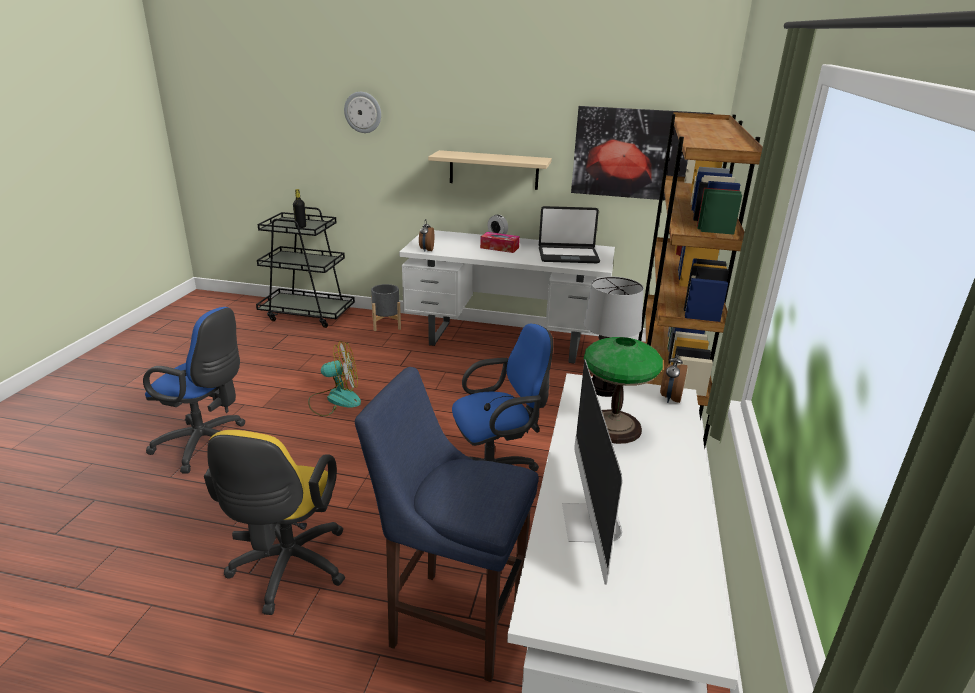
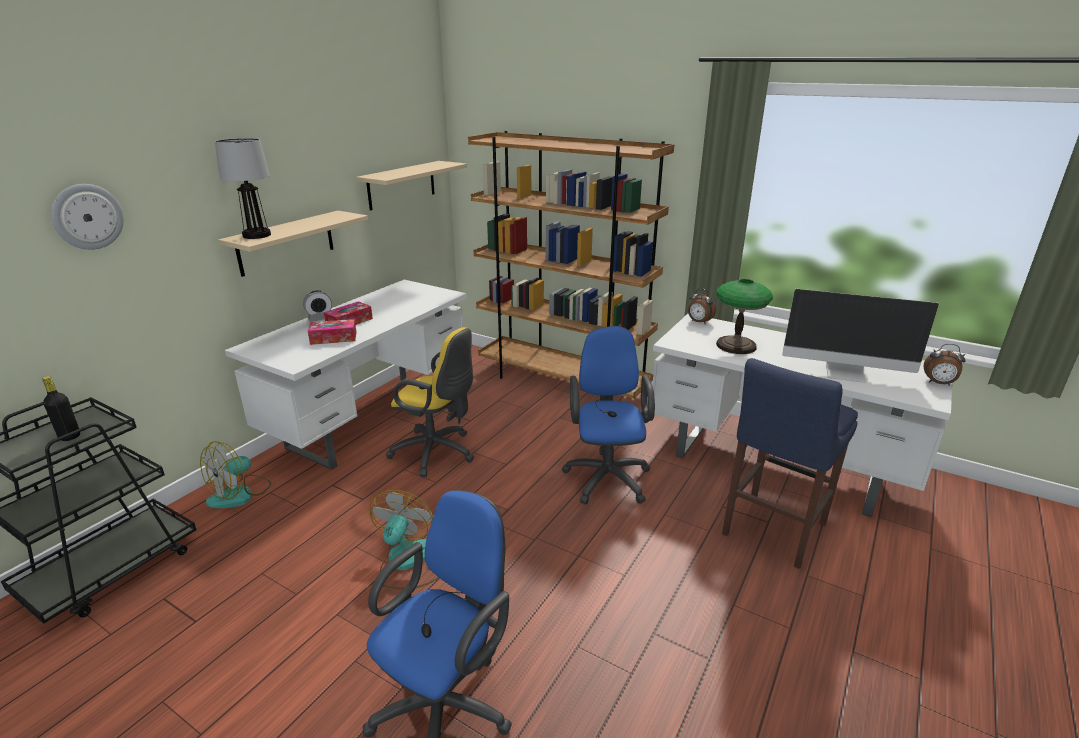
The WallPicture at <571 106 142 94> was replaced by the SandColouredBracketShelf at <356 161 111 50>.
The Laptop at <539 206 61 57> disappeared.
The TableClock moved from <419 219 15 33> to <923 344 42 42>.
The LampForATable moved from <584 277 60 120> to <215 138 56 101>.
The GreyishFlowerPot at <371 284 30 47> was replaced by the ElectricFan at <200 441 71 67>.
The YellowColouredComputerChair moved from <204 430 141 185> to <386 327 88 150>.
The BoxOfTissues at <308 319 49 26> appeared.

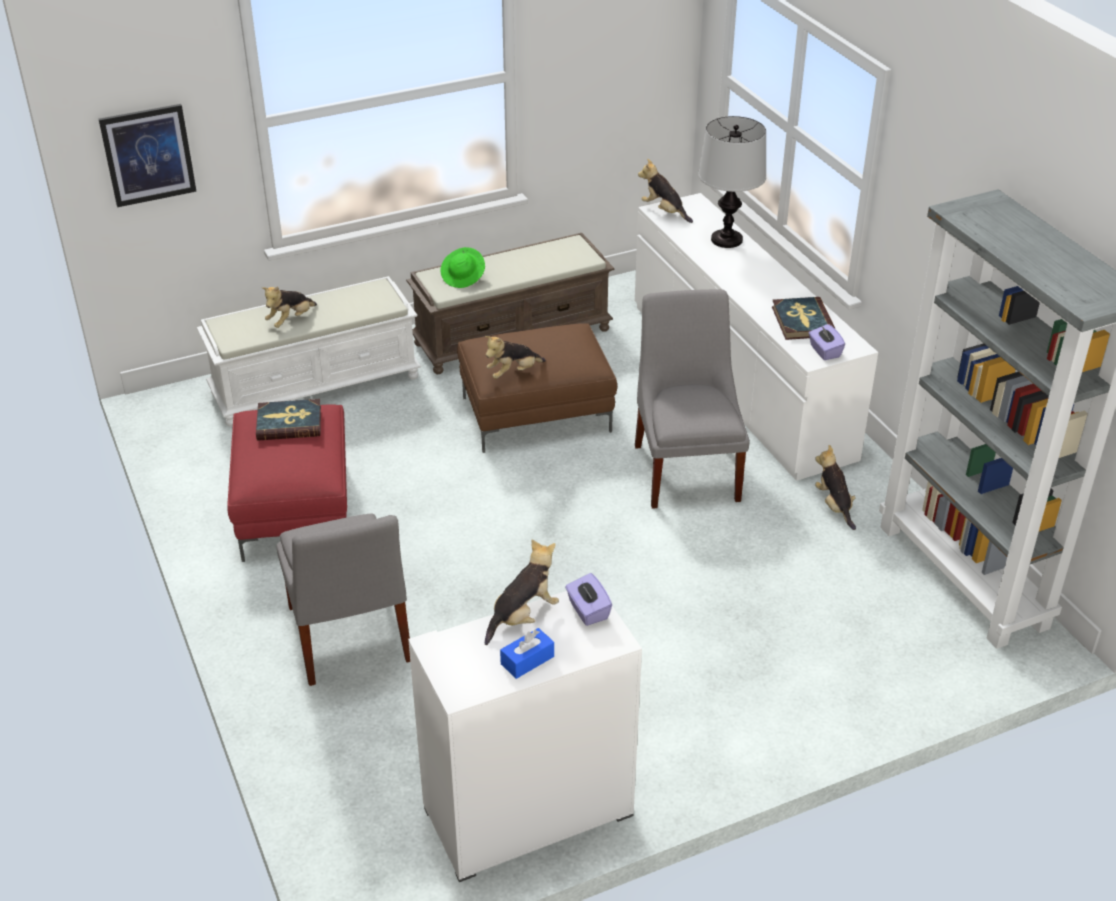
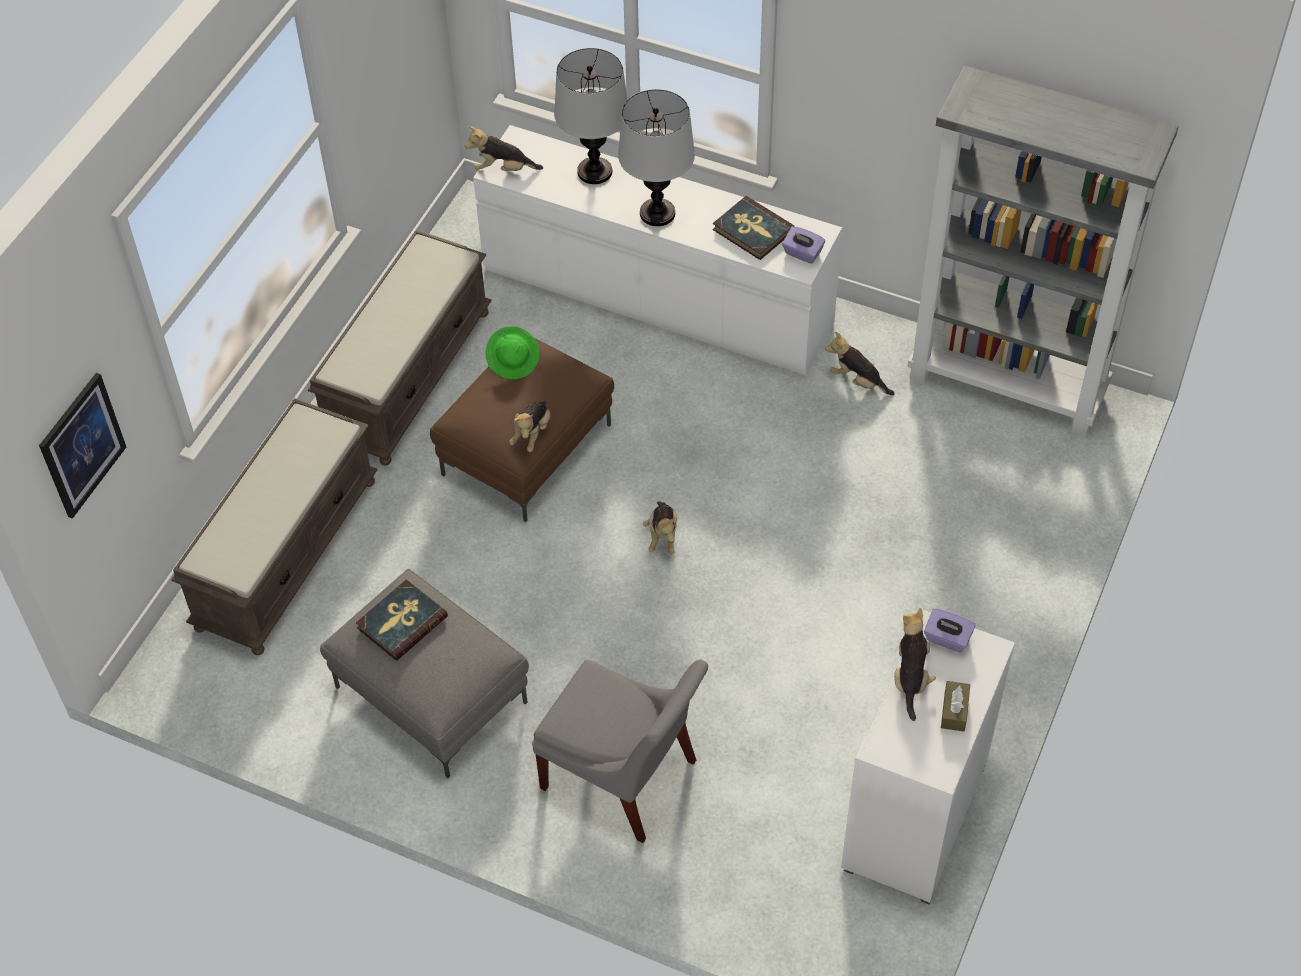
The GreenColouredClothingHat moved from <440 247 45 41> to <486 326 54 53>.
The WhiteBench at <197 276 224 151> became the BrownColouredBench at <171 398 207 257>.
The CuddlyToy moved from <262 287 55 41> to <643 501 34 53>.
The GreyishUprightChair at <635 289 115 220> disappeared.
The RedOttoman at <227 404 120 158> became the GreyishOttoman at <320 569 209 209>.
The BluishBoxOfTissues at <500 628 54 51> became the BrownColouredBoxOfTissues at <941 681 29 51>.
The LampForATable at <618 89 77 137> appeared.

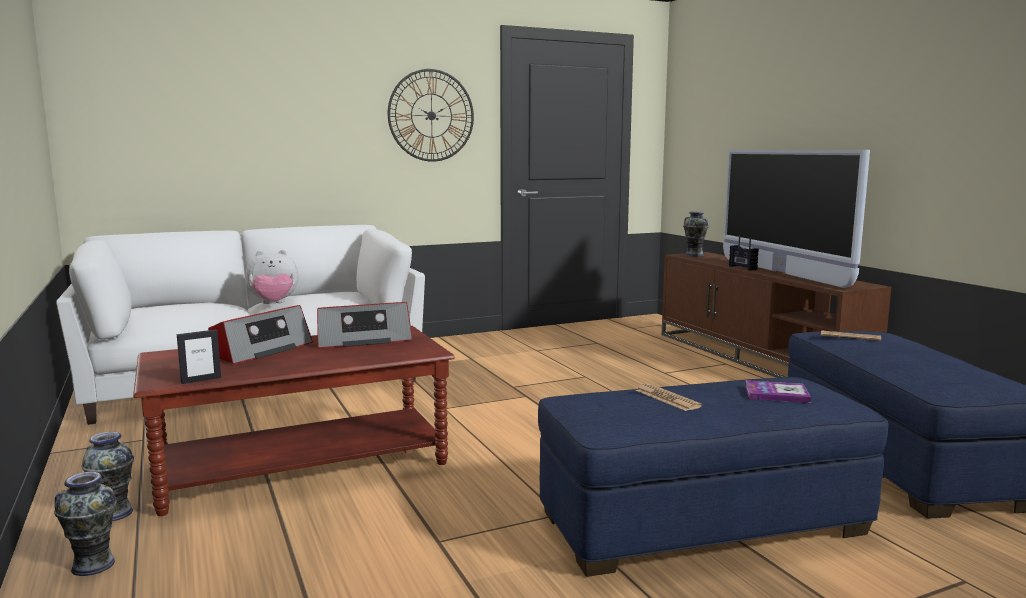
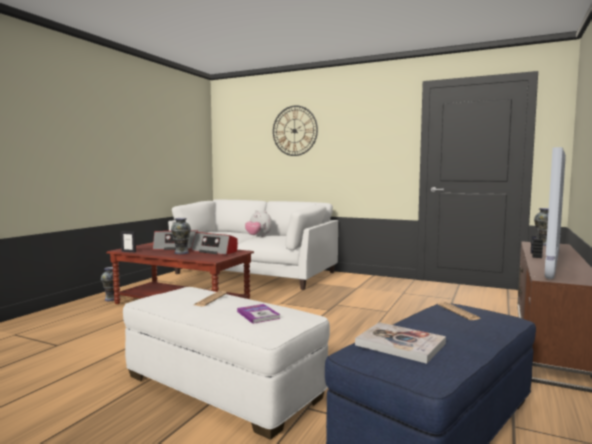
The ClockOnTheWall moved from <388 69 86 93> to <273 105 45 51>.
The BluishOttoman at <538 377 351 200> became the WhiteOttoman at <123 287 207 153>.
The Vase moved from <54 472 63 104> to <171 218 20 36>.
The BoundBook at <355 322 91 42> appeared.

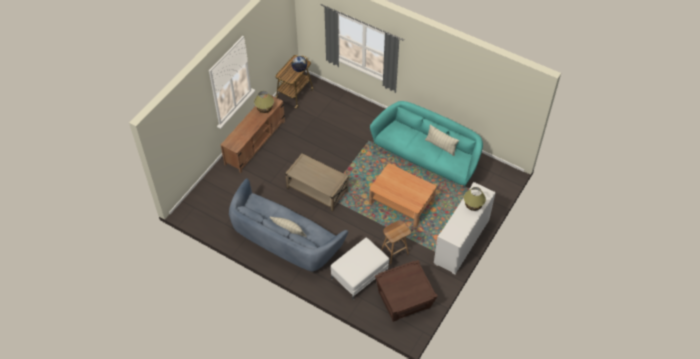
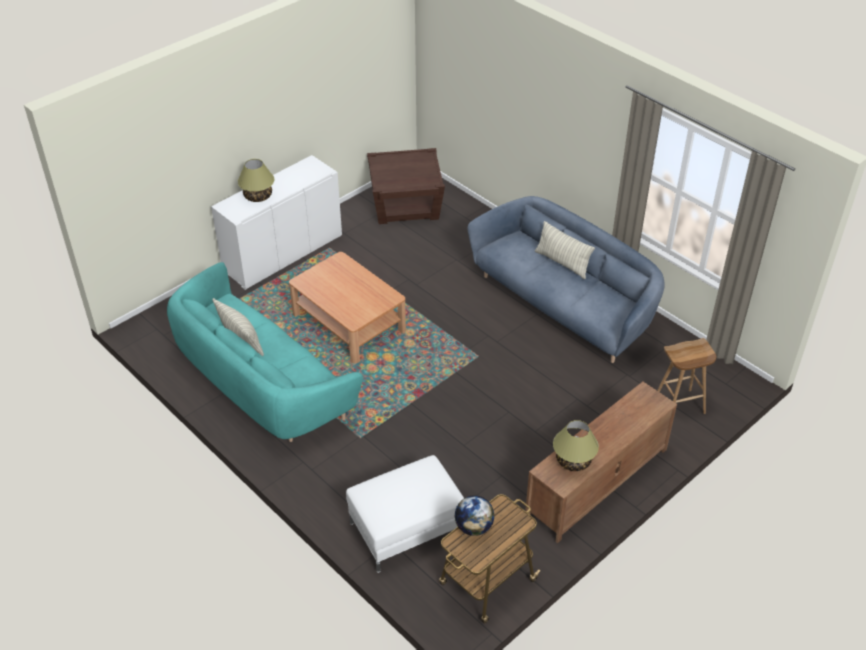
The SandColouredCoffeeTable at <285 153 64 58> disappeared.
The BrownColouredStool moved from <381 221 30 43> to <657 338 59 76>.
The WhiteOttoman moved from <331 238 58 62> to <346 455 119 118>.

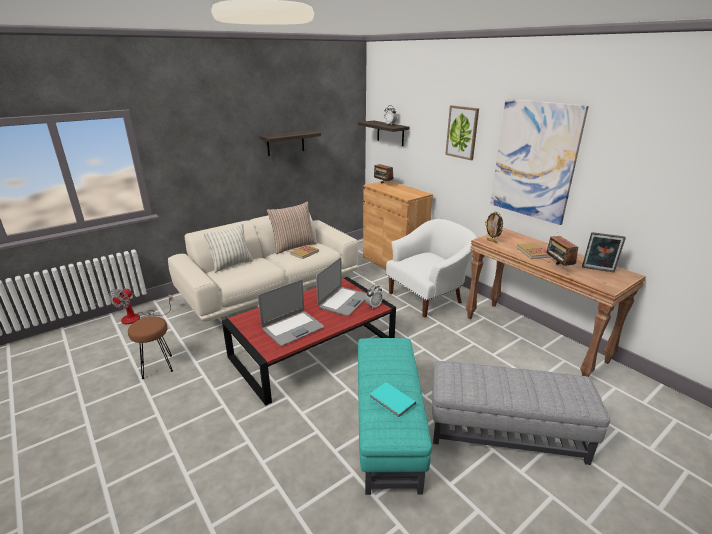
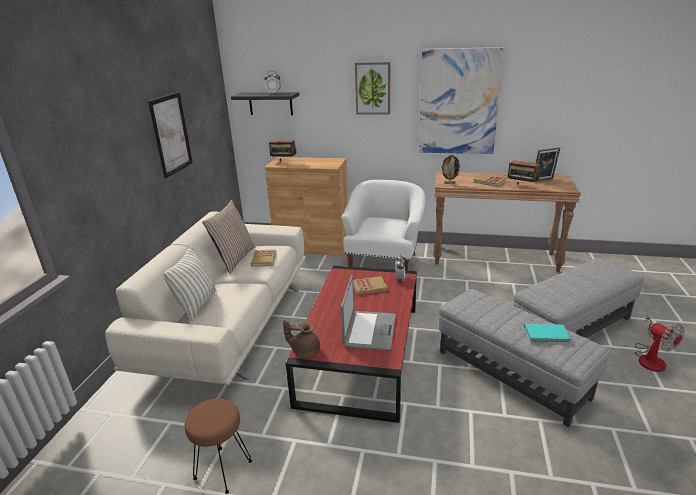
The BracketShelf at <259 130 62 26> was replaced by the WallPicture at <148 92 45 86>.
The Laptop at <316 258 51 58> was replaced by the BoundBook at <353 276 35 19>.
The ElectricFan moved from <109 288 64 36> to <635 313 50 59>.
The BlueGreenOttoman at <358 338 74 157> became the GreyishOttoman at <439 289 171 138>.
The BrownColouredPotForTea at <283 320 37 38> appeared.

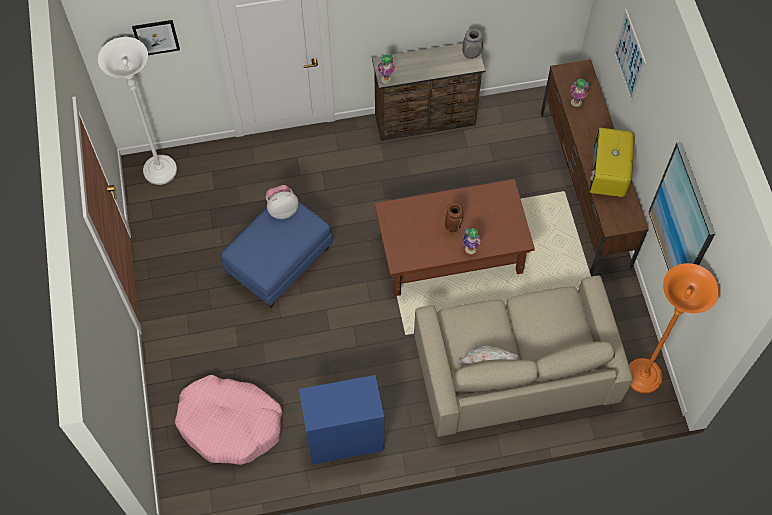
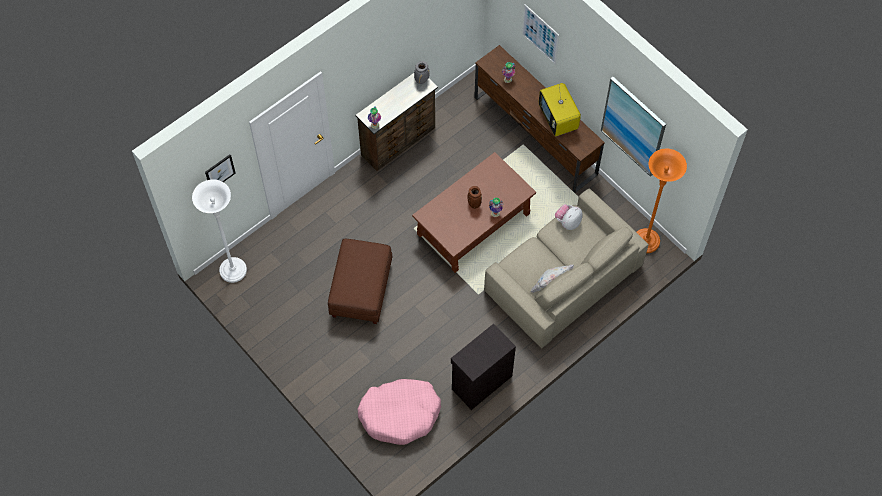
The CuddlyToy moved from <266 185 33 34> to <555 204 28 26>.
The BluishOttoman at <221 202 112 106> became the BrownColouredOttoman at <328 239 64 85>.
The BluishCupboard at <299 375 85 89> became the BlackCupboard at <451 324 65 86>.

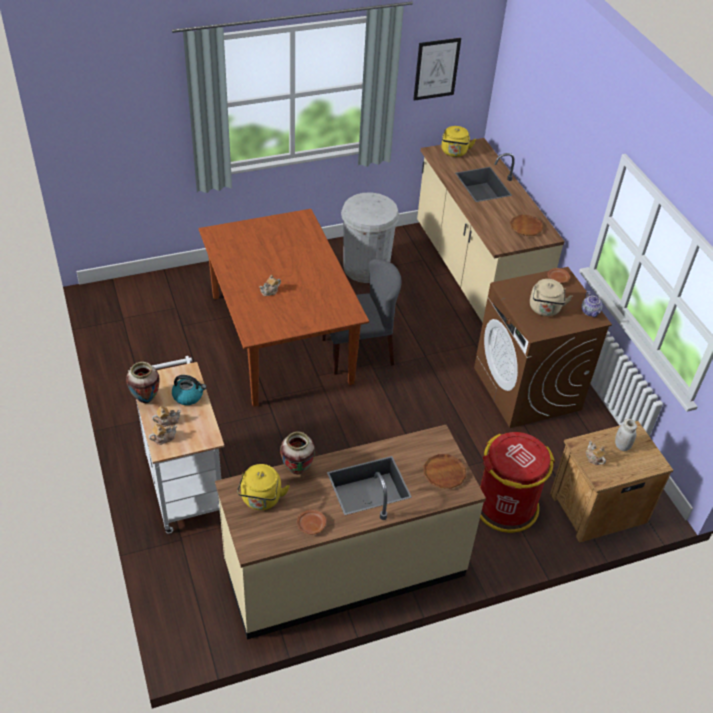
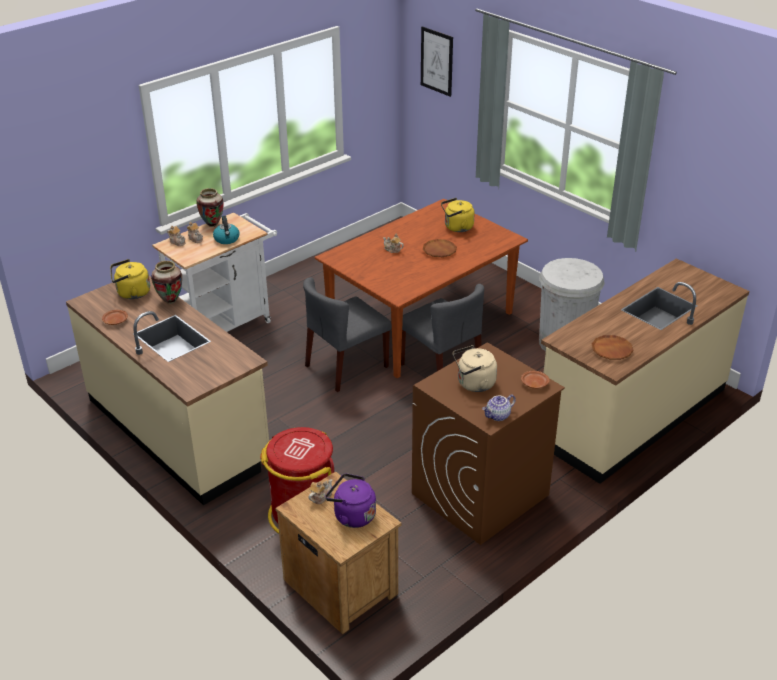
The WallPicture moved from <413 38 48 63> to <421 26 32 71>.
The YellowColouredWaterKettle moved from <441 126 35 31> to <441 198 34 34>.
The WhiteStorageJar at <615 419 22 32> was replaced by the PurpleWaterKettle at <325 473 51 55>.
The BrownColouredFlatDish moved from <424 454 42 35> to <423 239 34 18>.
The GreyishUprightChair at <303 277 88 115> appeared.

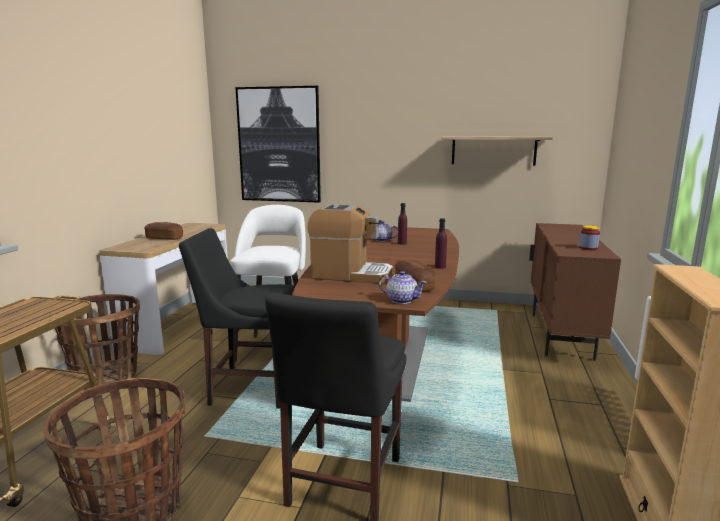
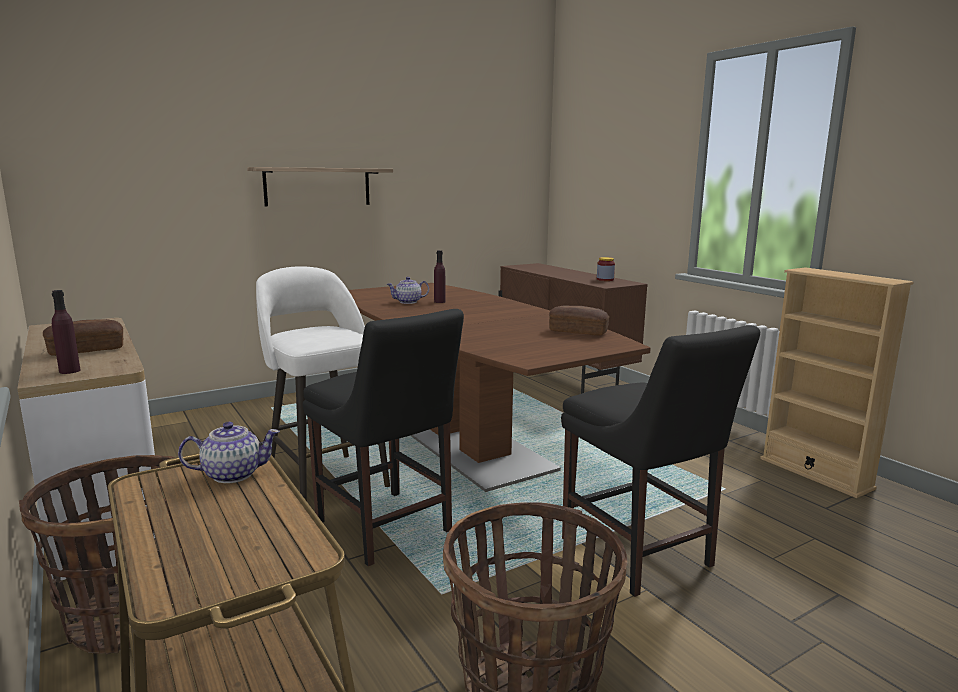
The WallPicture at <235 86 86 117> disappeared.
The BracketShelf moved from <441 136 112 29> to <247 167 146 39>.
The CoffeeBrewer at <307 204 86 80> disappeared.
The PurpleBottle moved from <435 218 12 51> to <52 290 28 84>.
The BlackUprightChair at <179 228 116 180> turned 90 degrees counterclockwise.
The PotForTea moved from <379 271 48 33> to <178 422 102 61>.

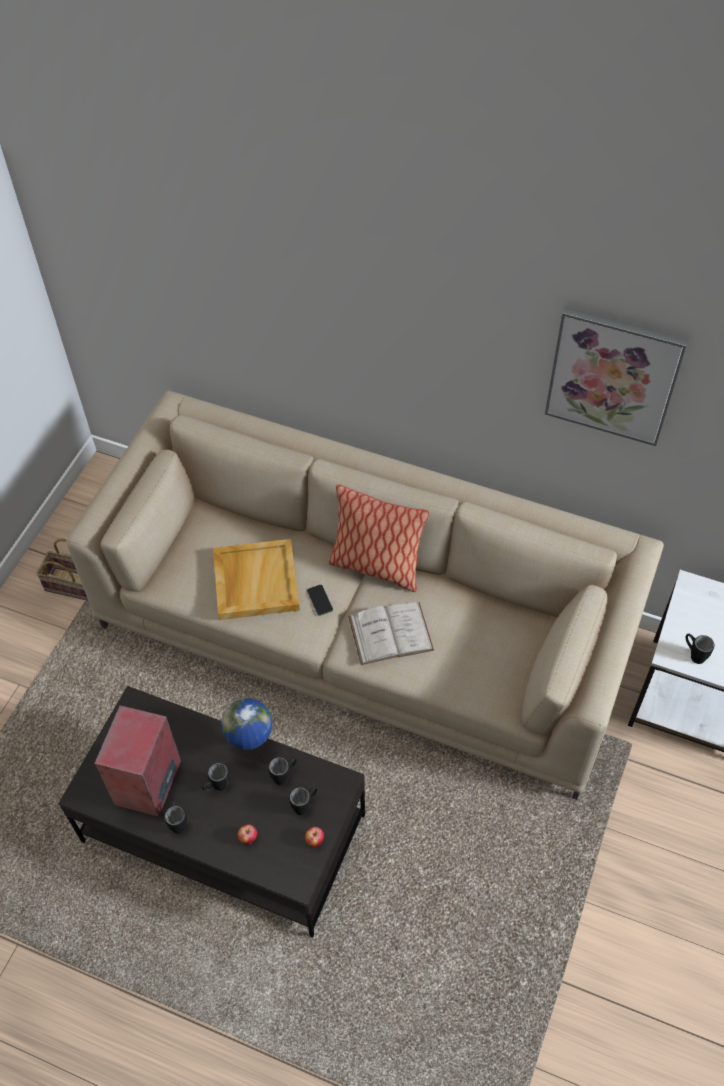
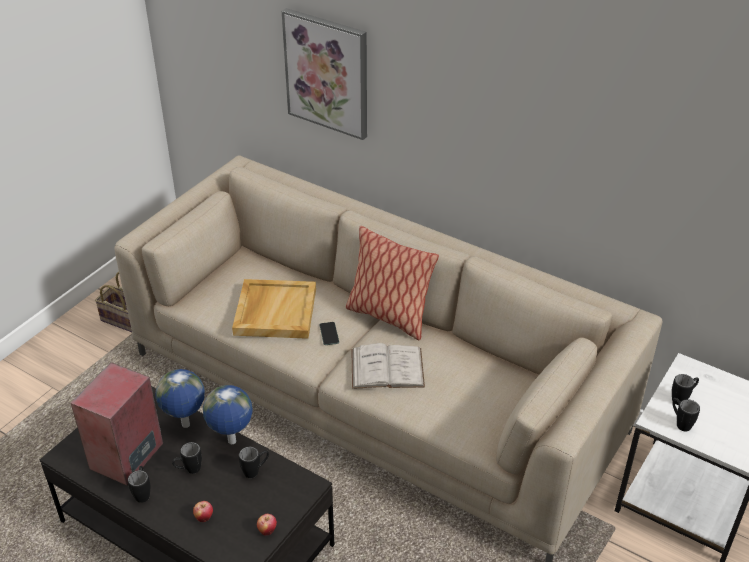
The WallPicture moved from <545 307 144 139> to <282 8 85 132>.
The BlackCoffeeMug moved from <289 786 29 29> to <672 374 27 31>.
The WorldGlobe at <155 369 50 59> appeared.

